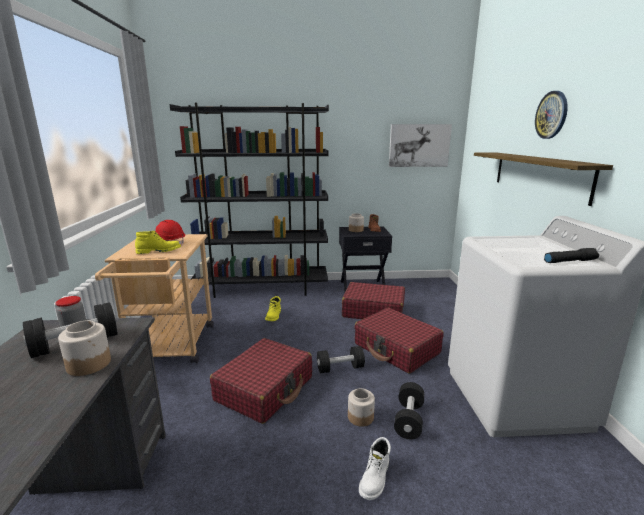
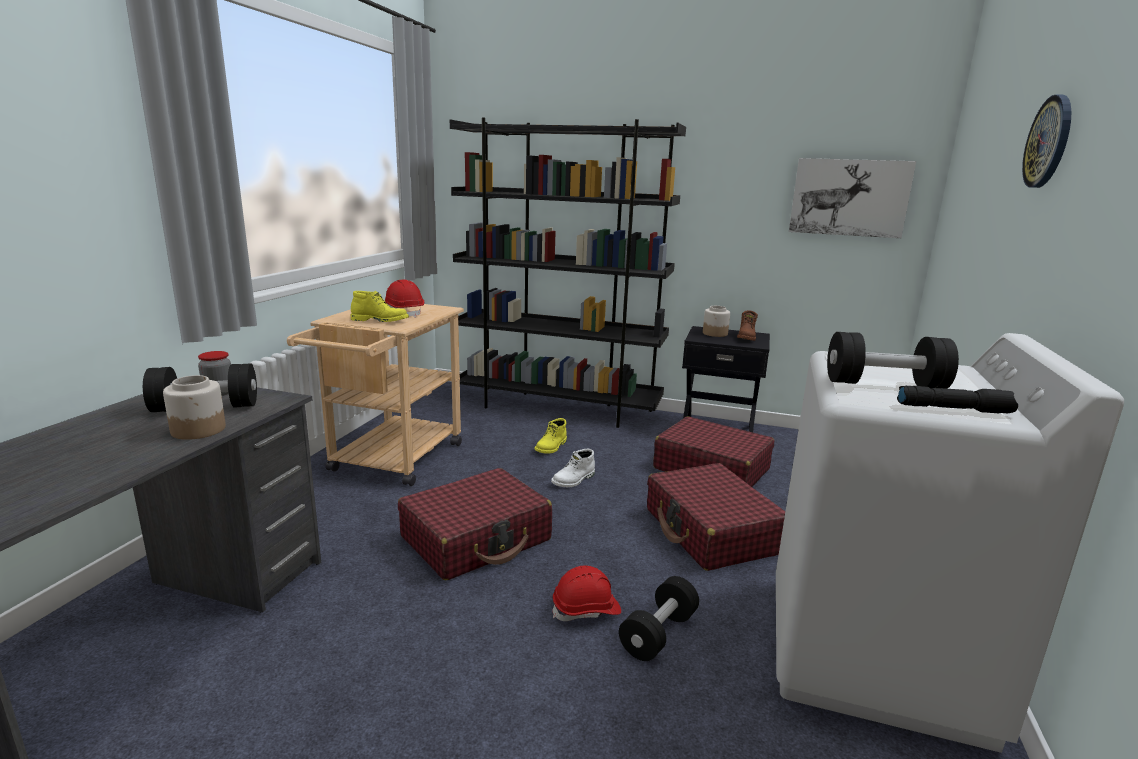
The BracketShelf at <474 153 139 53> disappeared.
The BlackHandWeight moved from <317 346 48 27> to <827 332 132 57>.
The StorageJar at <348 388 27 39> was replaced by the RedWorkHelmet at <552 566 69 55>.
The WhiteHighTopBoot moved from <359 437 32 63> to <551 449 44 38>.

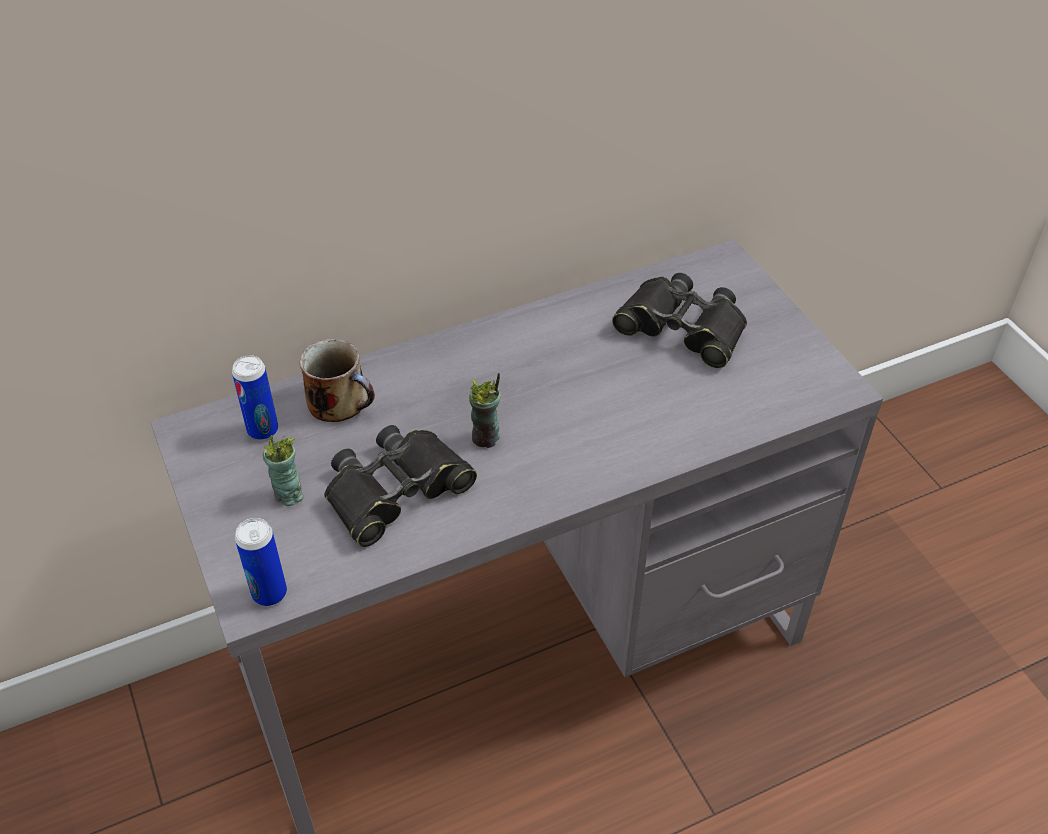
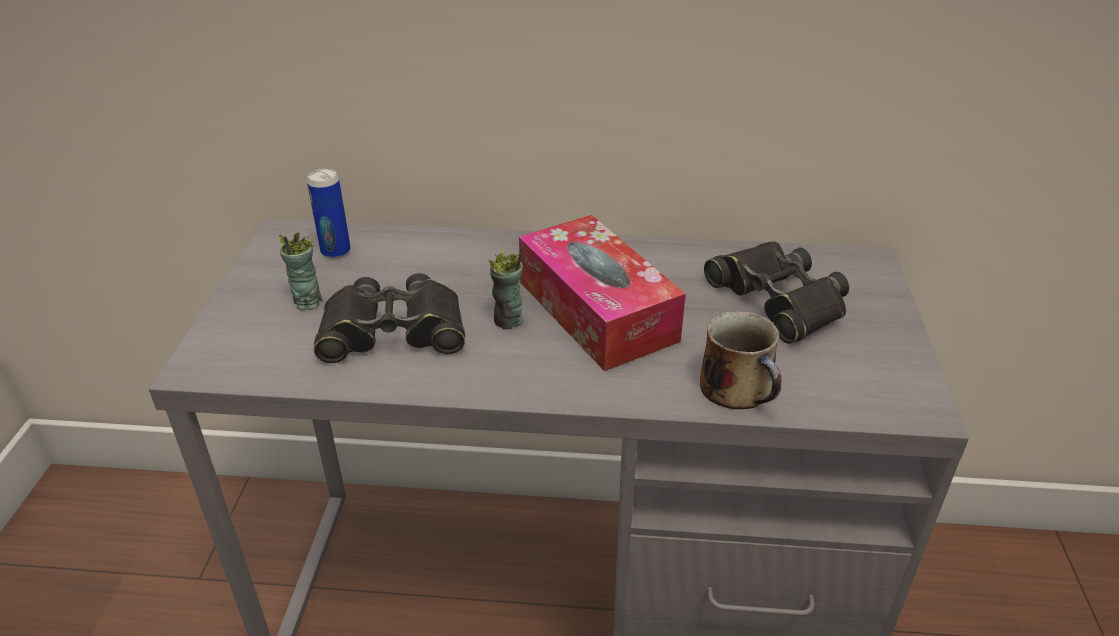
The CoffeeMug moved from <300 339 75 83> to <700 311 82 98>.
The Can at <235 518 52 88> disappeared.
The BoxOfTissues at <519 215 167 156> appeared.

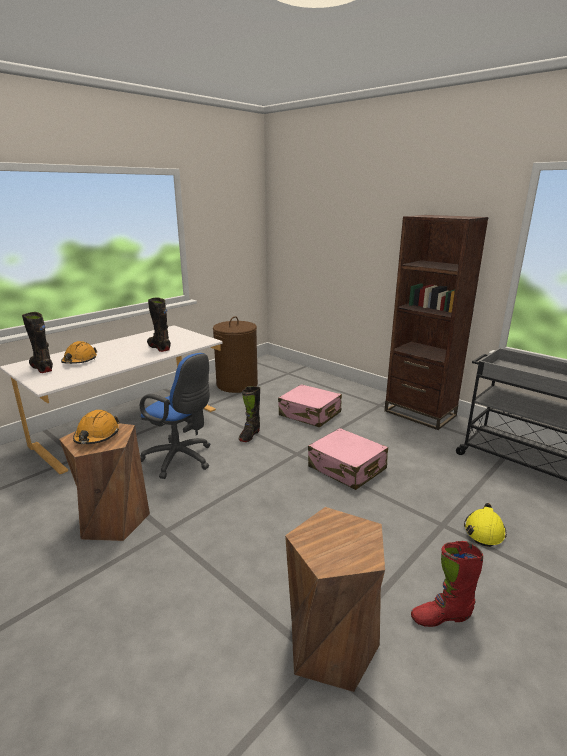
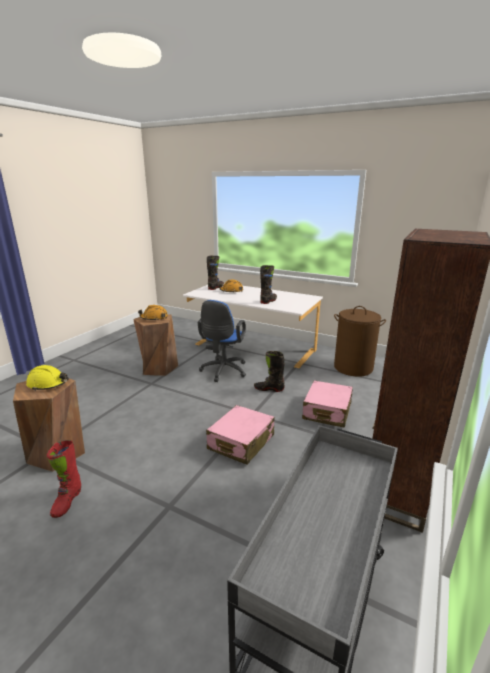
The YellowColouredWorkHelmet moved from <464 503 43 44> to <26 365 43 26>.
The RedHighTopBoot at <411 541 72 86> turned 150 degrees counterclockwise.

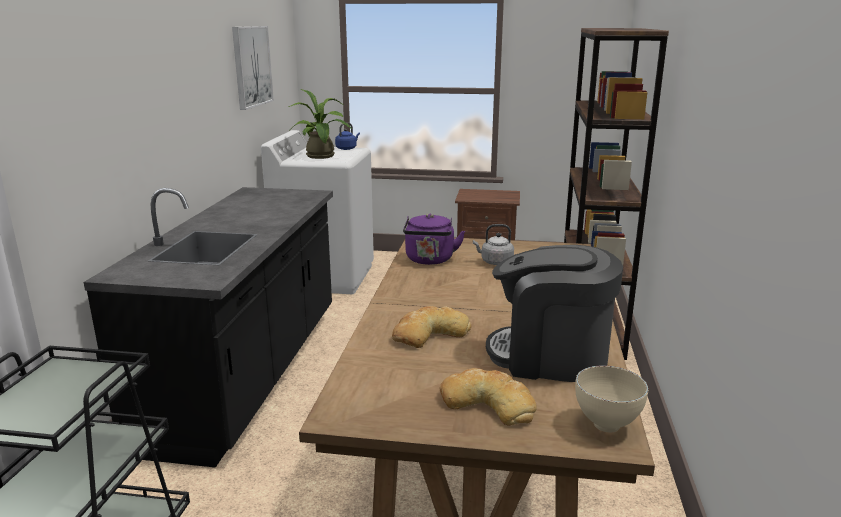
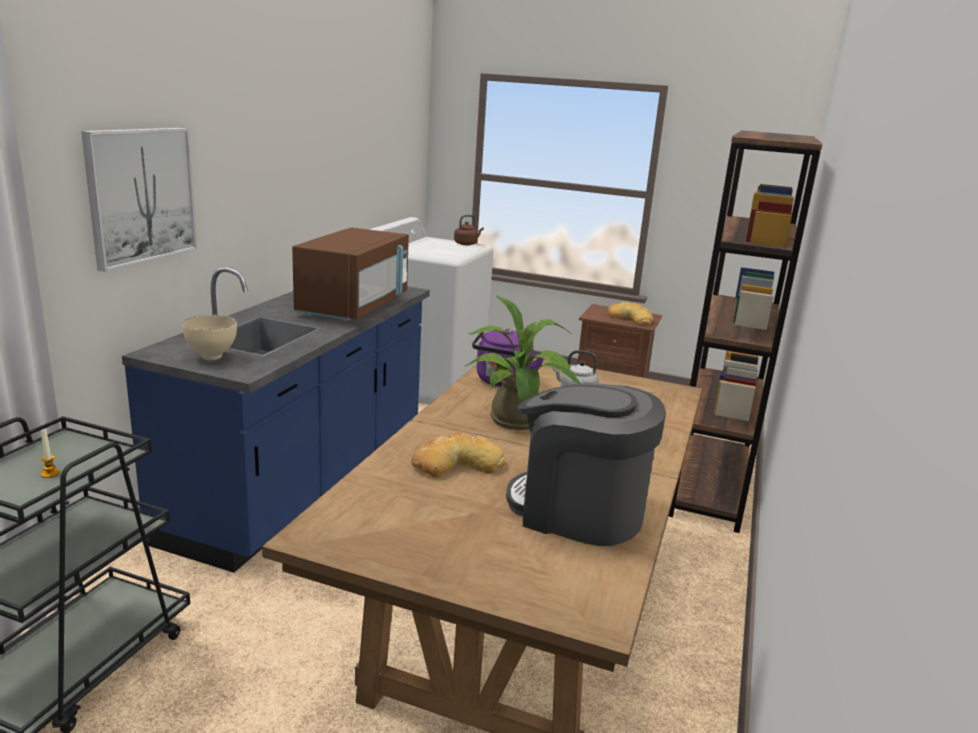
The WallPicture moved from <232 26 42 84> to <81 128 116 144>.
The PottedPlant moved from <288 89 64 70> to <466 295 115 135>.
The BluishWaterKettle at <335 123 25 27> became the BrownColouredWaterKettle at <454 215 30 30>.
The BlackKitchenCounter at <84 187 249 281> became the BluishKitchenCounter at <122 267 308 306>.
The SandColouredBowl moved from <575 366 73 66> to <182 315 55 45>.
The Bread moved from <440 368 97 57> to <608 302 45 23>.
The BrownColouredKitchenMicrowave at <292 227 117 95> appeared.
The Candle at <40 429 20 49> appeared.

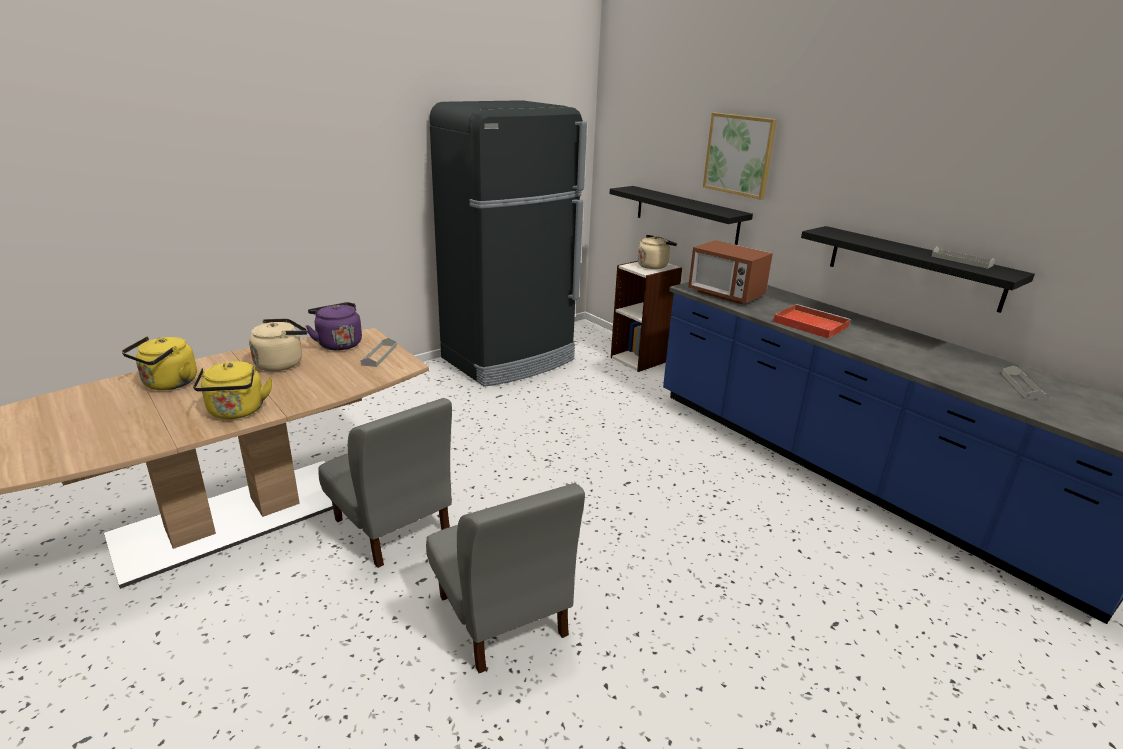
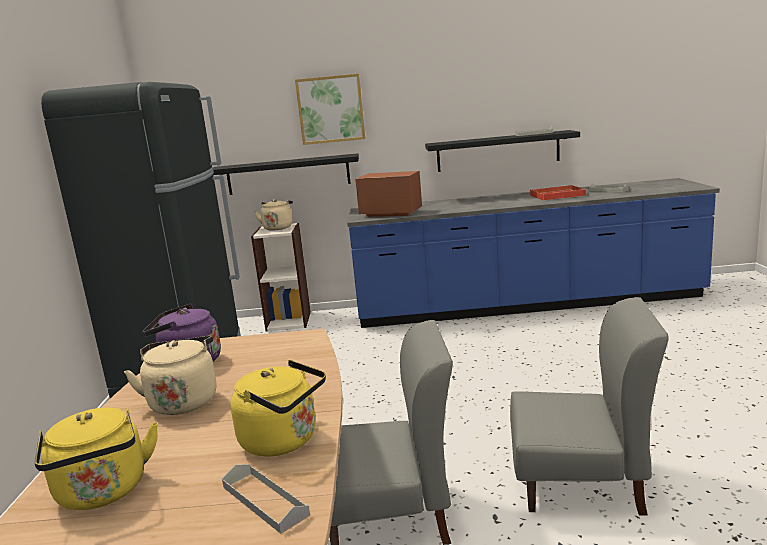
The KitchenMicrowave at <688 240 85 64> turned 150 degrees counterclockwise.
The RedTray moved from <773 304 78 35> to <530 185 56 16>.
The GreyishTray moved from <360 338 37 29> to <222 464 88 70>.

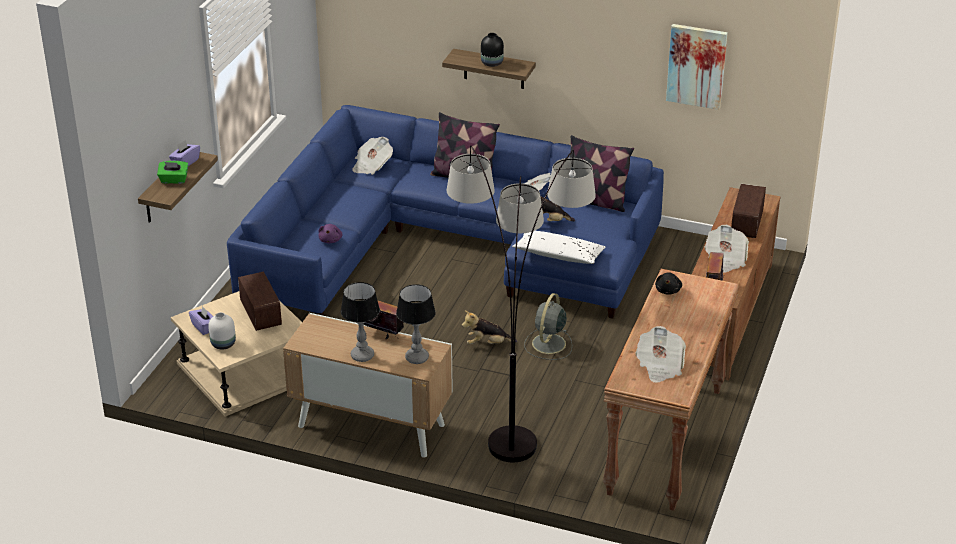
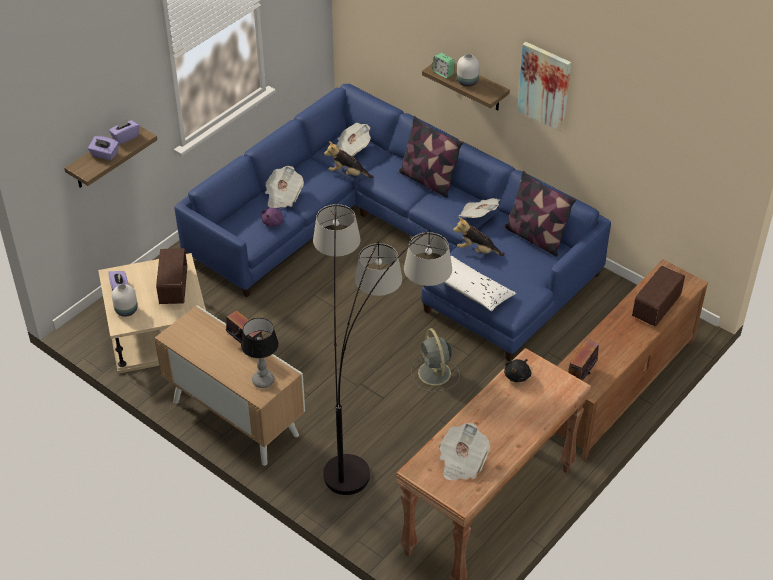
The WallPicture moved from <666 24 62 86> to <517 42 54 90>.
The BlackVase at <481 33 23 34> became the WhiteVase at <457 54 23 33>.
The GreenColouredBoxOfTissues at <157 161 32 23> became the PurpleBoxOfTissues at <88 136 31 24>.
The Newspaper moved from <705 225 44 48> to <265 166 39 42>.
The LampForATable at <341 282 39 80> disappeared.
The GreyishElectricFan at <524 293 48 67> turned 60 degrees counterclockwise.
The CuddlyToy moved from <462 311 55 33> to <324 141 50 37>.
The TableClock at <432 53 23 25> appeared.

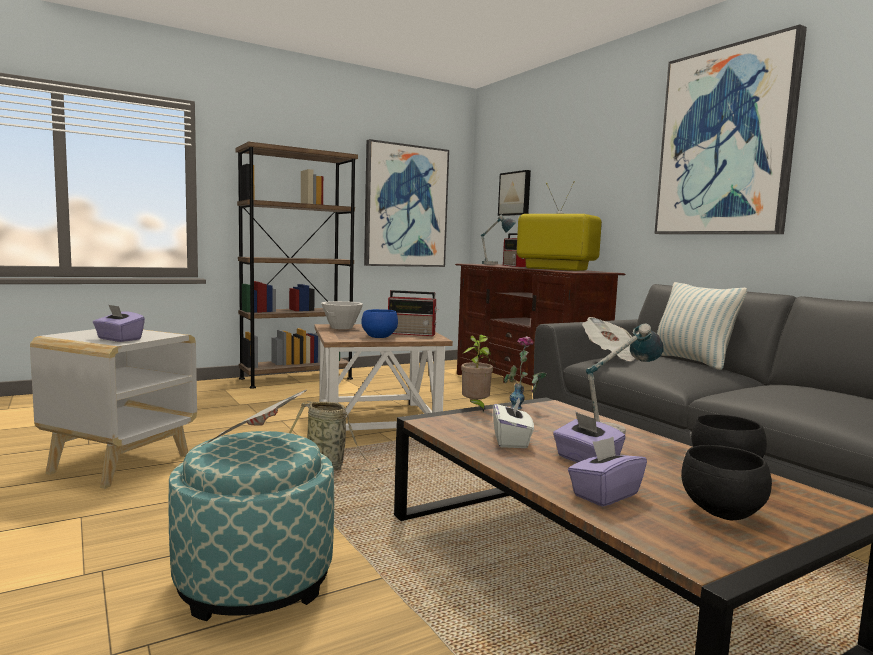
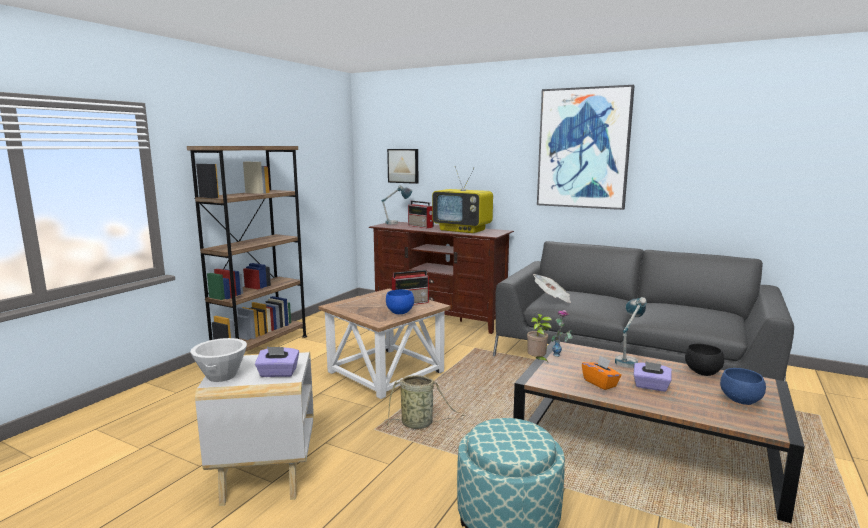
The WallPicture at <364 139 85 128> disappeared.
The Tv at <517 181 85 90> turned 150 degrees counterclockwise.
The Cushion at <657 282 90 88> disappeared.
The WhiteBowl moved from <321 301 42 28> to <190 338 57 44>.
The Newspaper at <201 389 106 57> disappeared.
The WhiteBoxOfTissues at <493 397 41 51> became the OrangeColouredBoxOfTissues at <582 356 40 34>.
The PurpleBoxOfTissues at <568 437 79 70> disappeared.
The BlackBowl at <681 445 91 75> became the BluishBowl at <720 368 46 37>.

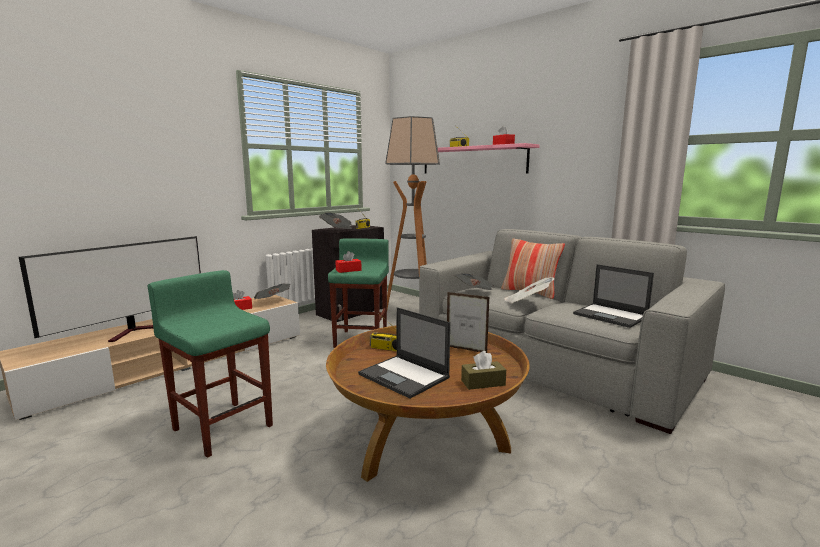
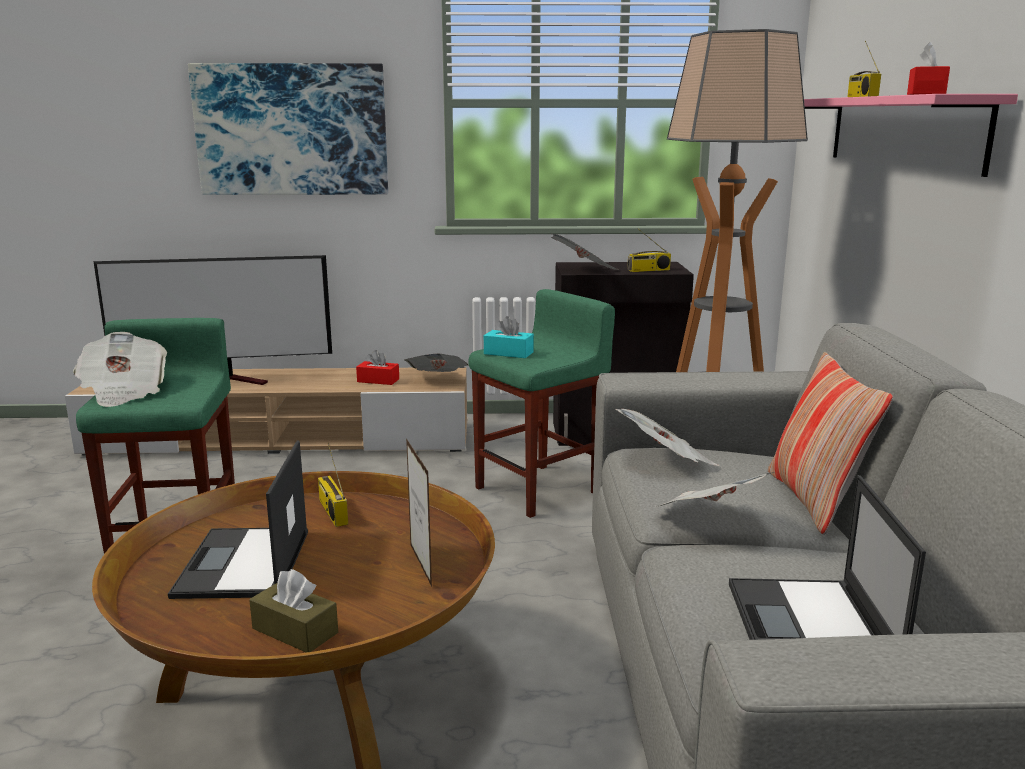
The RedBoxOfTissues at <335 251 27 22> became the BlueGreenBoxOfTissues at <484 316 50 42>.
The WallPicture at <188 63 200 132> appeared.
The Newspaper at <73 332 94 75> appeared.

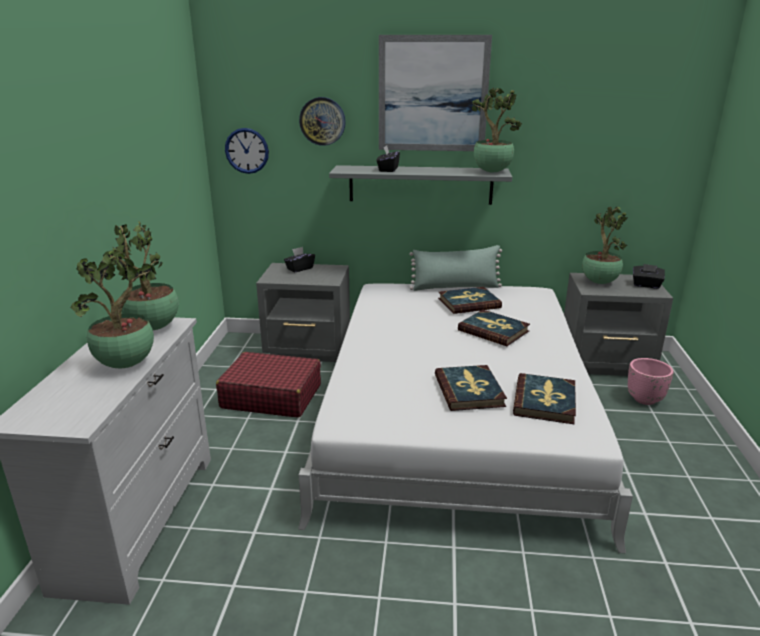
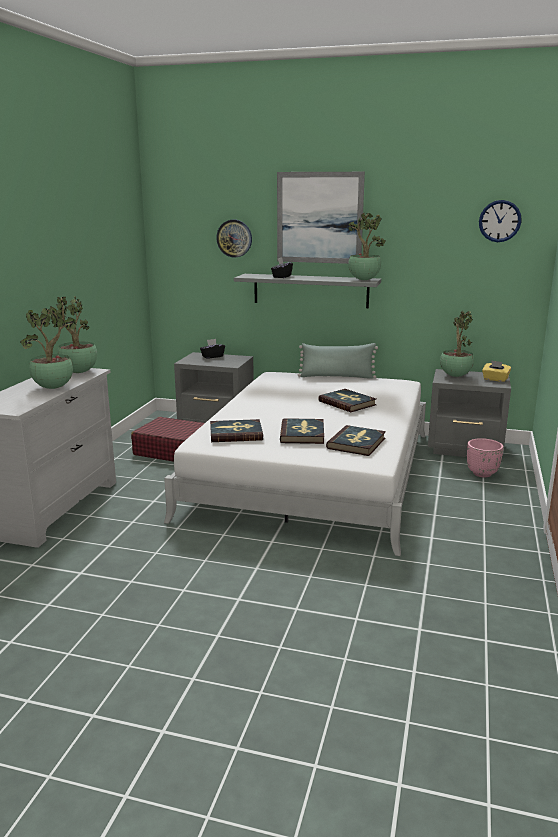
The ClockOnTheWall moved from <225 128 44 46> to <479 200 43 42>.
The BlackBoxOfTissues at <633 264 32 25> became the YellowColouredBoxOfTissues at <482 360 29 22>.
The BoundBook moved from <438 287 64 27> to <210 419 53 23>.

